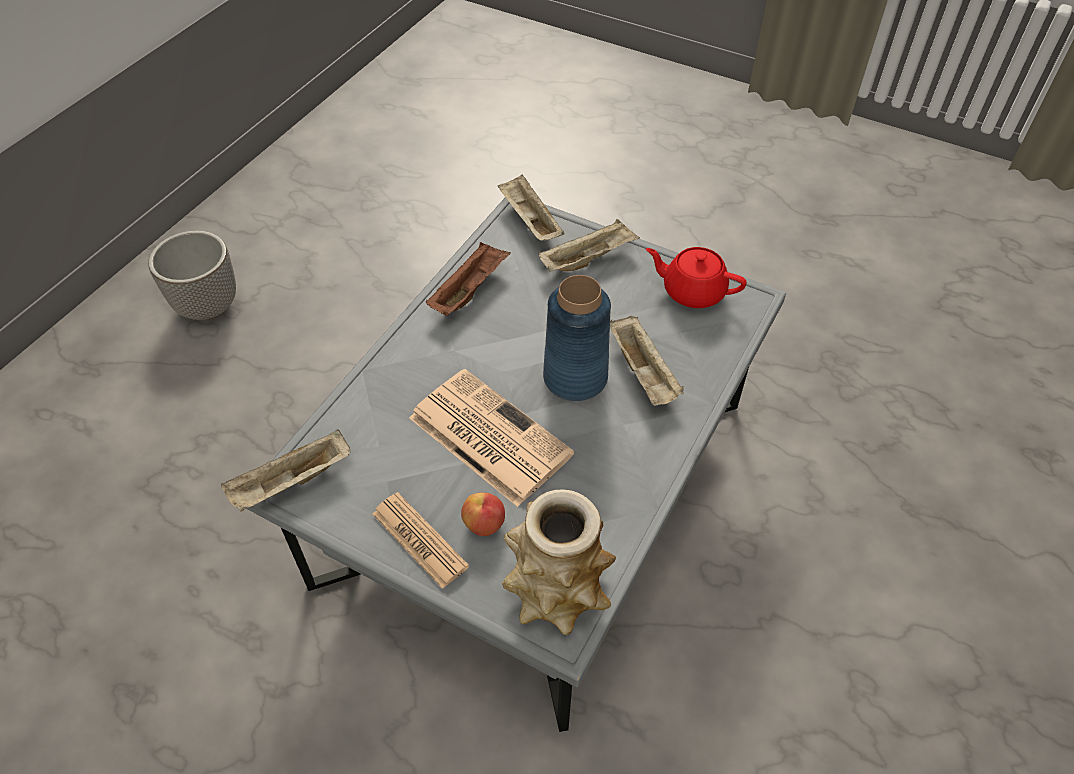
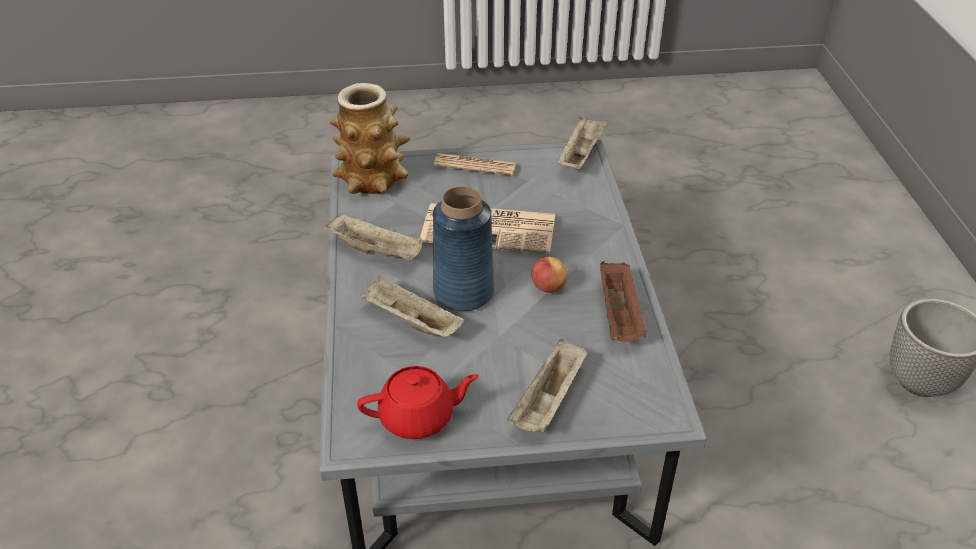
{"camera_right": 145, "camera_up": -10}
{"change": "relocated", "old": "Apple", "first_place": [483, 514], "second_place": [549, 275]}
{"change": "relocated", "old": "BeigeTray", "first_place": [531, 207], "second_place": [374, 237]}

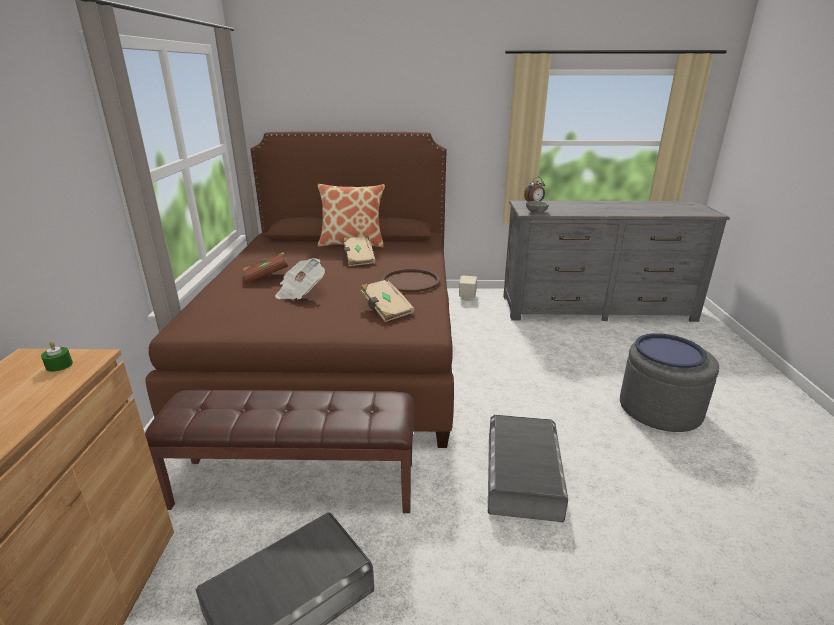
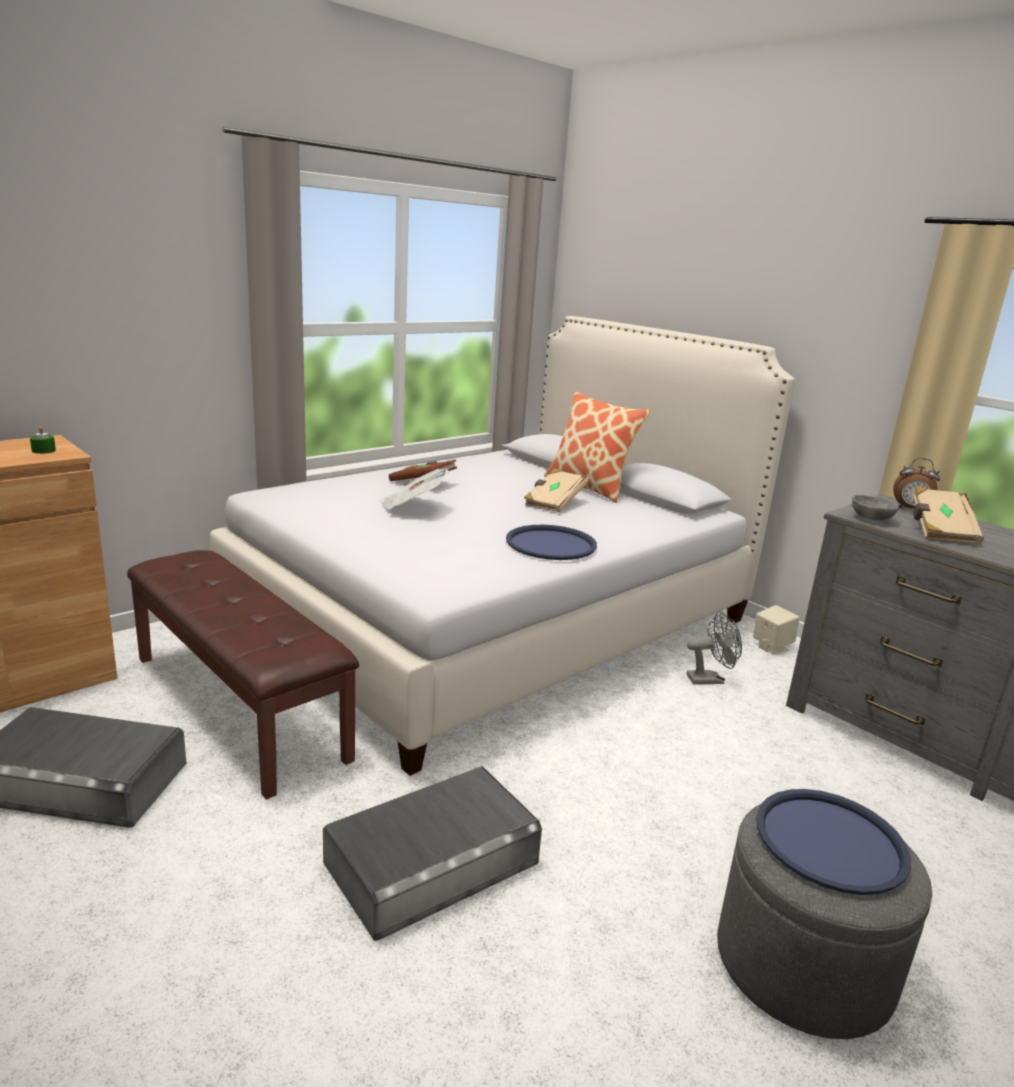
{"camera_right": 45, "camera_up": -5}
{"change": "colour", "old": "BrownBed", "new": "WhiteBed", "first_place": [299, 290], "second_place": [502, 546]}
{"change": "relocated", "old": "BeigeBook", "first_place": [388, 300], "second_place": [948, 515]}
{"change": "colour", "old": "BrownTray", "new": "BlueTray", "first_place": [410, 280], "second_place": [551, 542]}
{"change": "appeared", "new": "GreyFan", "second_place": [714, 647]}

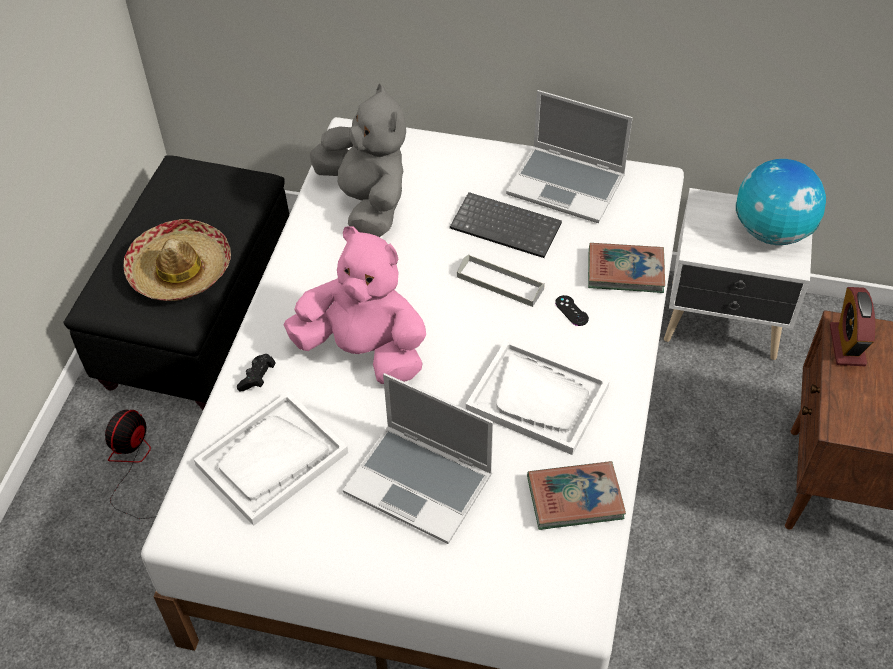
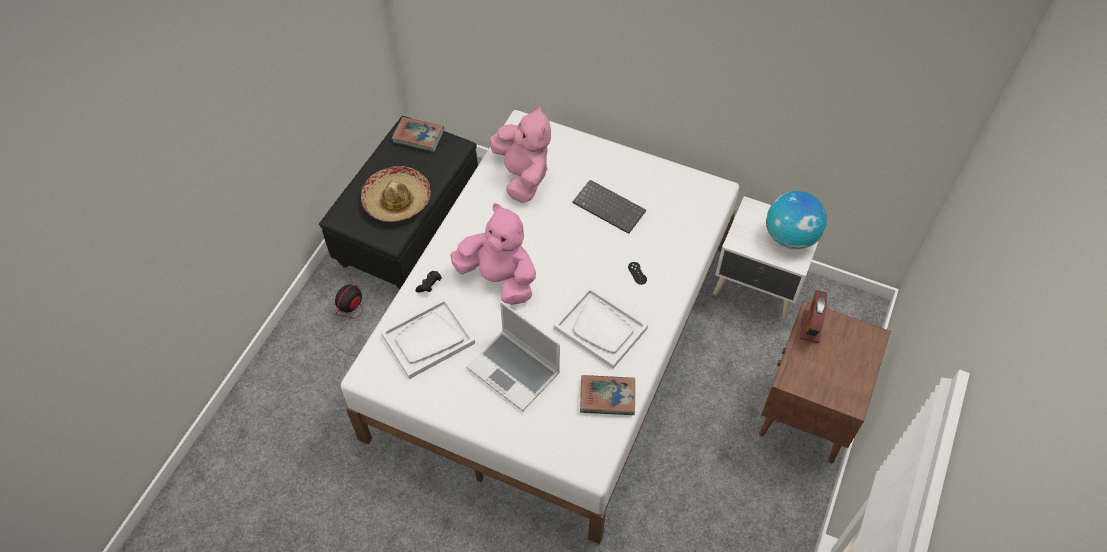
{"camera_right": 10, "camera_up": 5}
{"change": "colour", "old": "GreyPlushToy", "new": "PinkPlushToy", "first_place": [358, 160], "second_place": [520, 154]}
{"change": "missing", "old": "GreyTray", "first_place": [501, 280]}
{"change": "missing", "old": "Laptop", "first_place": [569, 156]}
{"change": "relocated", "old": "Book", "first_place": [626, 268], "second_place": [418, 134]}

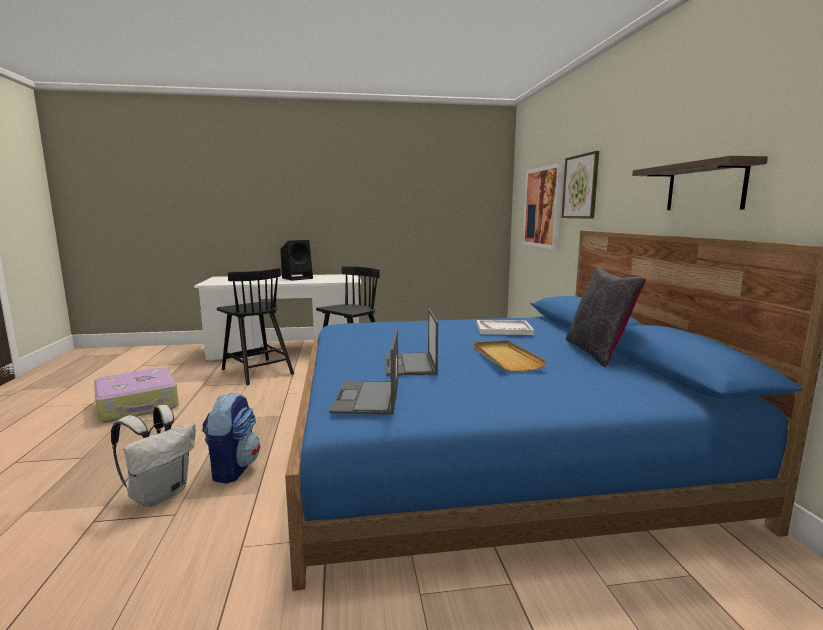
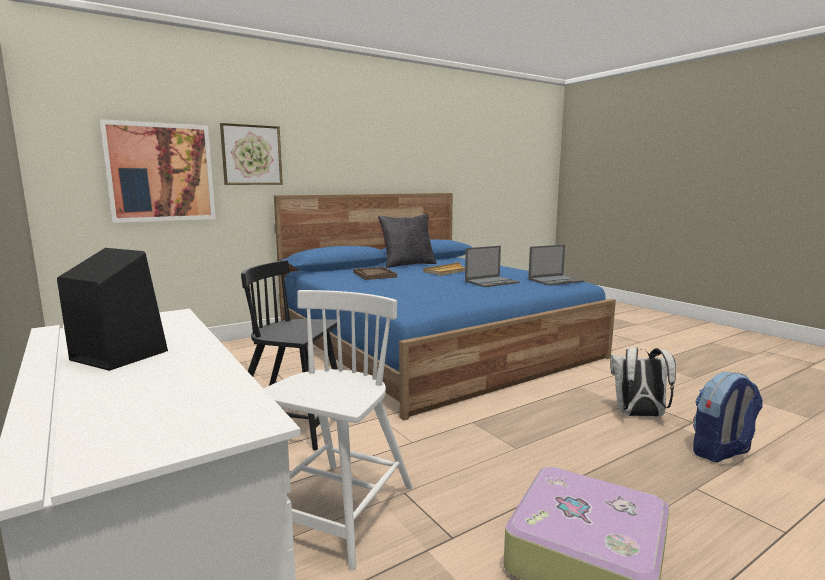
{"camera_right": -115, "camera_up": 0}
{"change": "relocated", "old": "Backpack", "first_place": [231, 438], "second_place": [728, 417]}
{"change": "colour", "old": "BlackChair", "new": "WhiteChair", "first_place": [255, 326], "second_place": [337, 430]}
{"change": "colour", "old": "WhiteTray", "new": "BrownTray", "first_place": [505, 327], "second_place": [375, 273]}
{"change": "missing", "old": "Shelf", "first_place": [700, 183]}

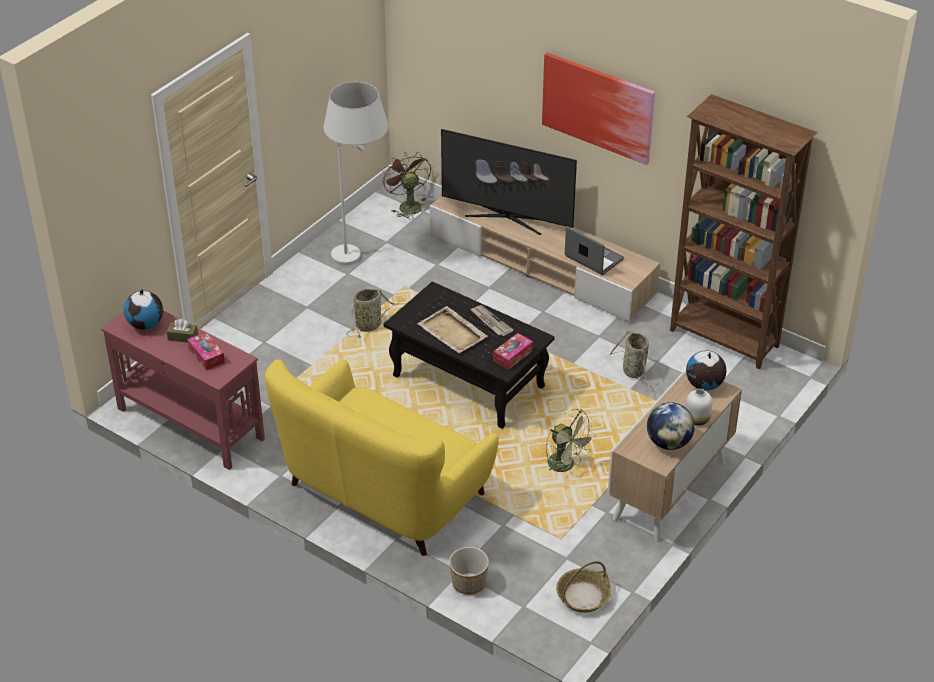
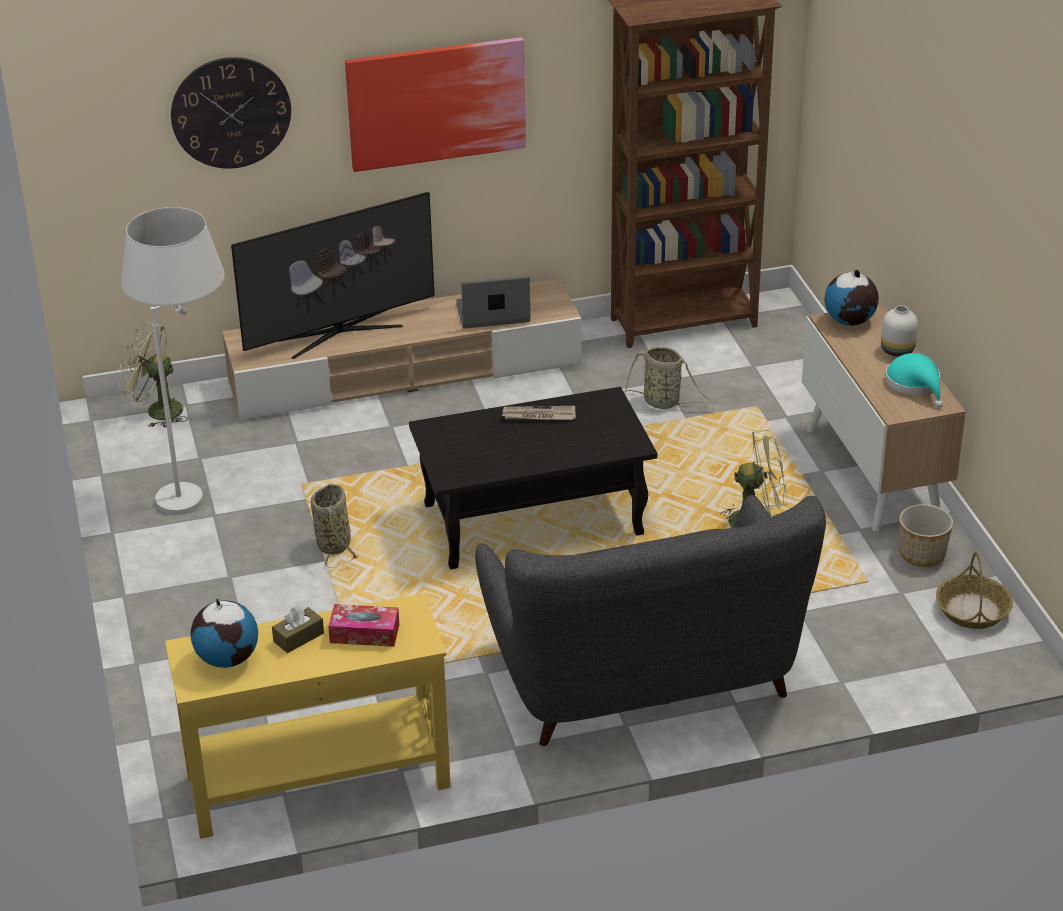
{"camera_right": -50, "camera_up": -5}
{"change": "colour", "old": "RedConsoleTable", "new": "YellowConsoleTable", "first_place": [183, 390], "second_place": [308, 716]}
{"change": "colour", "old": "YellowSofa", "new": "GreySofa", "first_place": [382, 457], "second_place": [650, 620]}
{"change": "colour", "old": "BrownFan", "new": "GreenFan", "first_place": [406, 185], "second_place": [153, 374]}
{"change": "missing", "old": "BeigeTray", "first_place": [452, 329]}
{"change": "relocated", "old": "Planter", "first_place": [469, 571], "second_place": [926, 535]}
{"change": "missing", "old": "TissueBox", "first_place": [513, 351]}
{"change": "exchanged", "old": "Globe", "new": "TurquoiseHat", "first_place": [671, 426], "second_place": [914, 380]}
{"change": "appeared", "new": "WallClock", "second_place": [231, 113]}

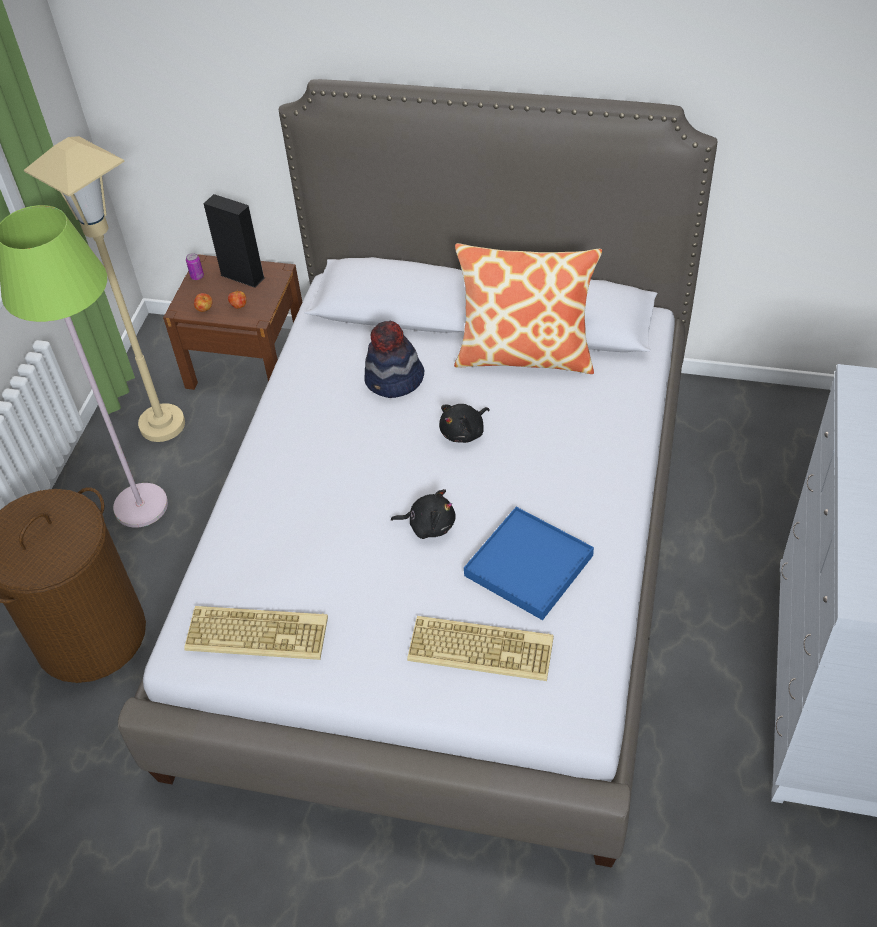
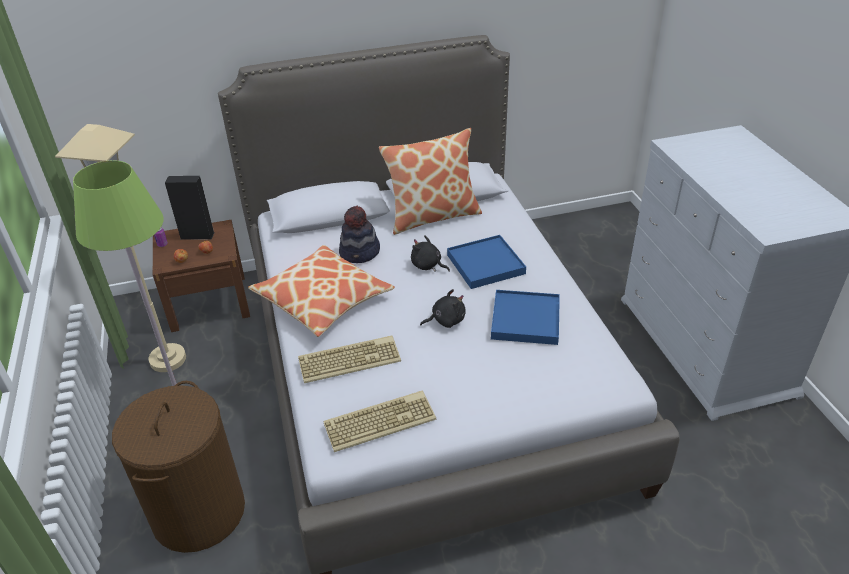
{"camera_right": -30, "camera_up": -10}
{"change": "relocated", "old": "Keyboard", "first_place": [480, 648], "second_place": [349, 359]}
{"change": "spun", "old": "BlackPlushToy", "first_place": [464, 423], "second_place": [430, 253], "degrees": 105}
{"change": "appeared", "new": "Pillow", "second_place": [321, 291]}
{"change": "appeared", "new": "BlueTray", "second_place": [486, 262]}

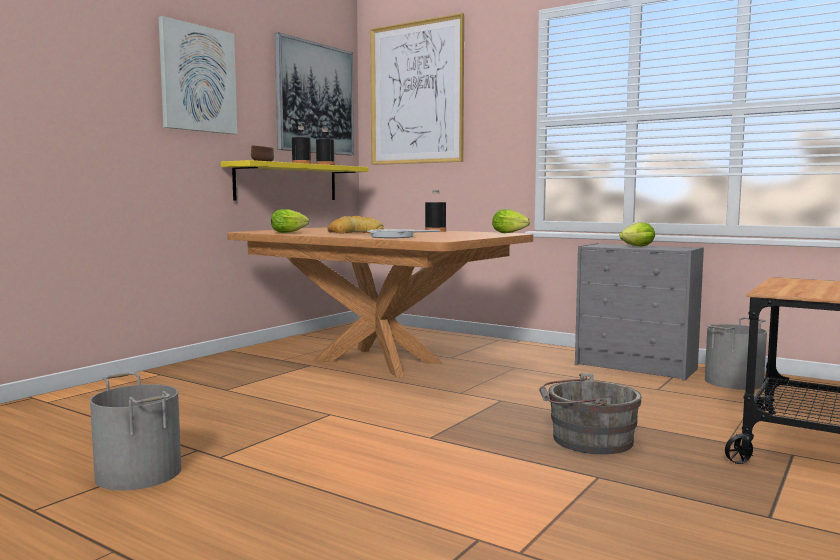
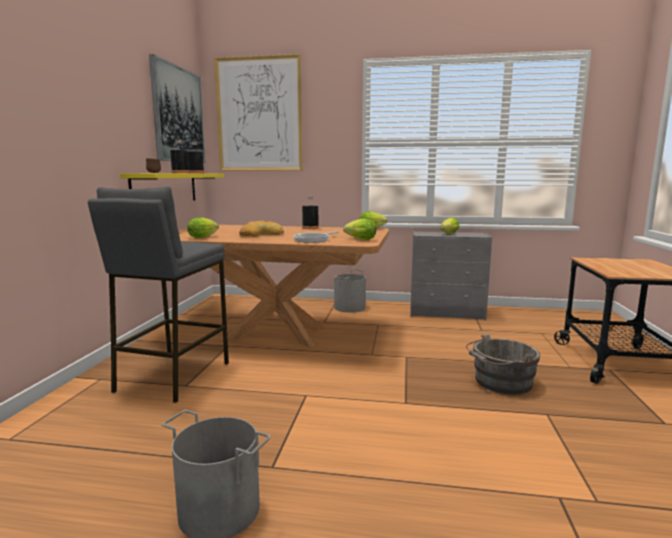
{"camera_right": -25, "camera_up": 5}
{"change": "missing", "old": "Picture", "first_place": [198, 75]}
{"change": "relocated", "old": "GreyBucket", "first_place": [736, 353], "second_place": [350, 290]}
{"change": "appeared", "new": "GreyStool", "second_place": [158, 294]}
{"change": "appeared", "new": "Lettuce", "second_place": [359, 229]}

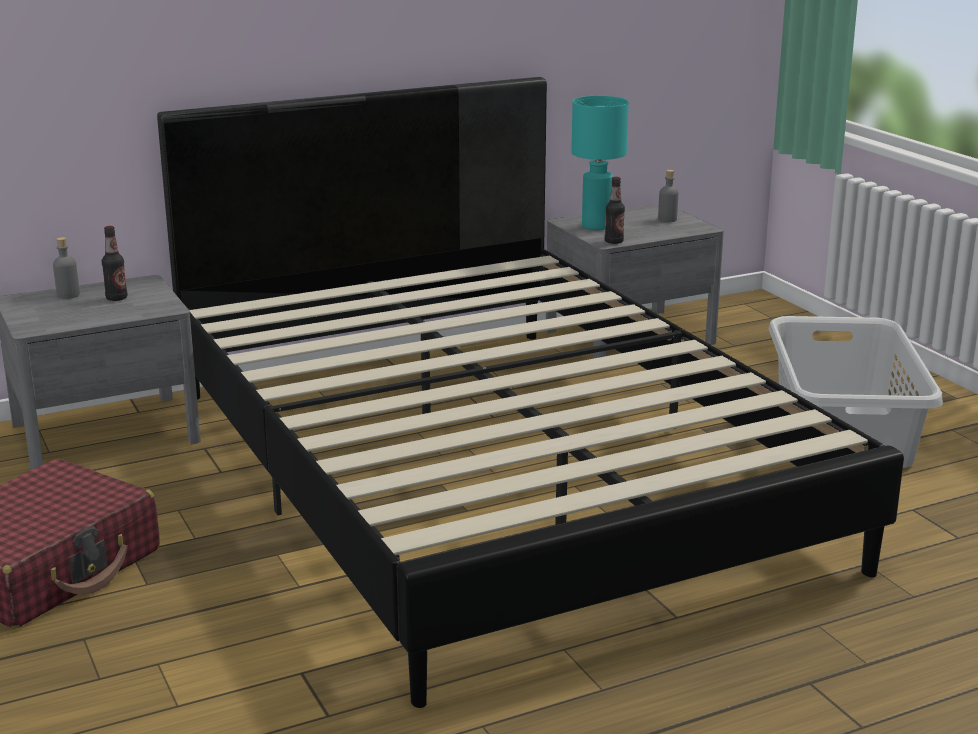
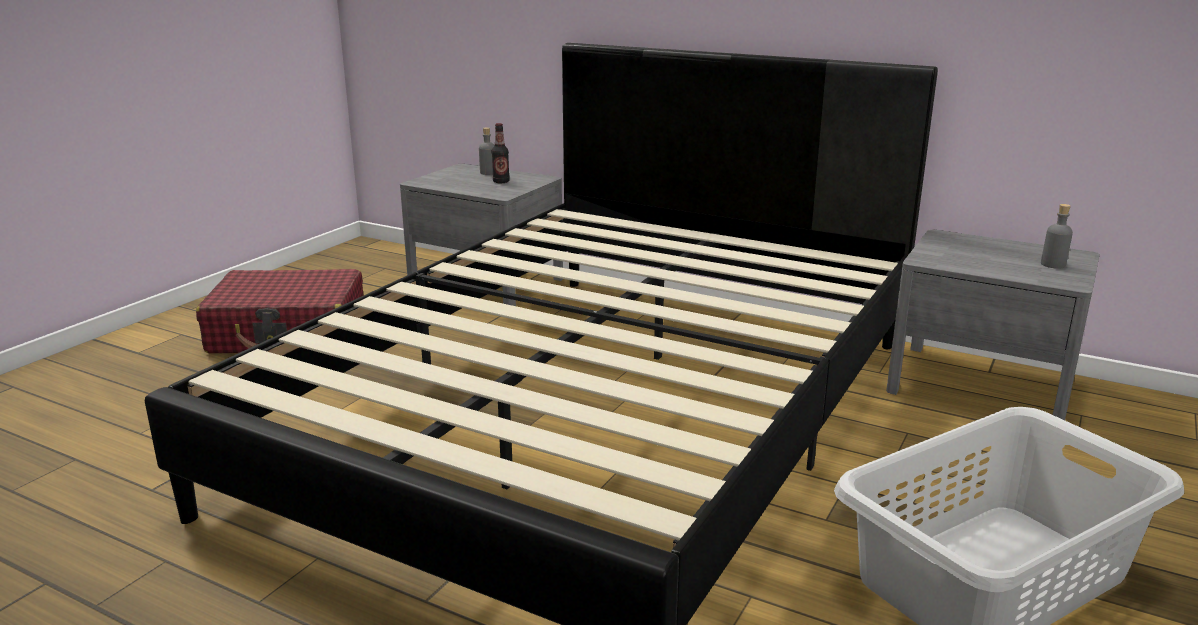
{"camera_right": 55, "camera_up": 0}
{"change": "missing", "old": "TurquoiseTableLamp", "first_place": [600, 163]}
{"change": "missing", "old": "Bottle", "first_place": [615, 210]}

